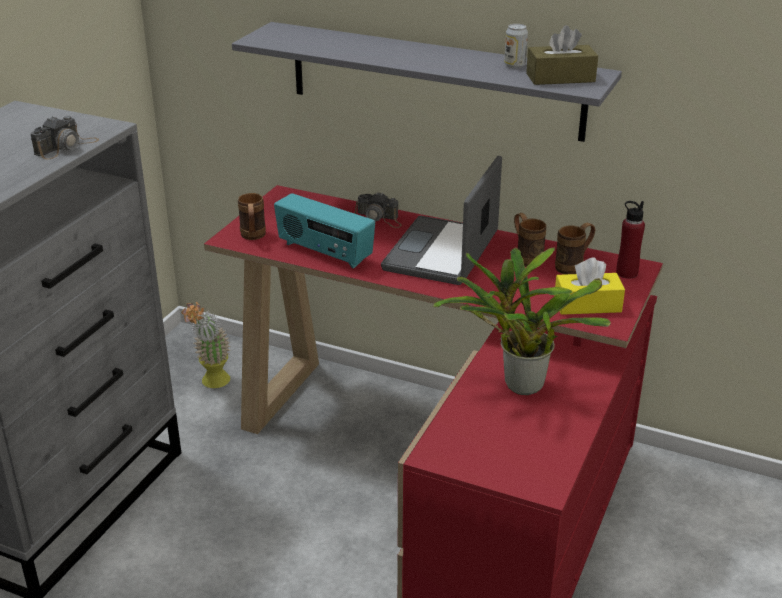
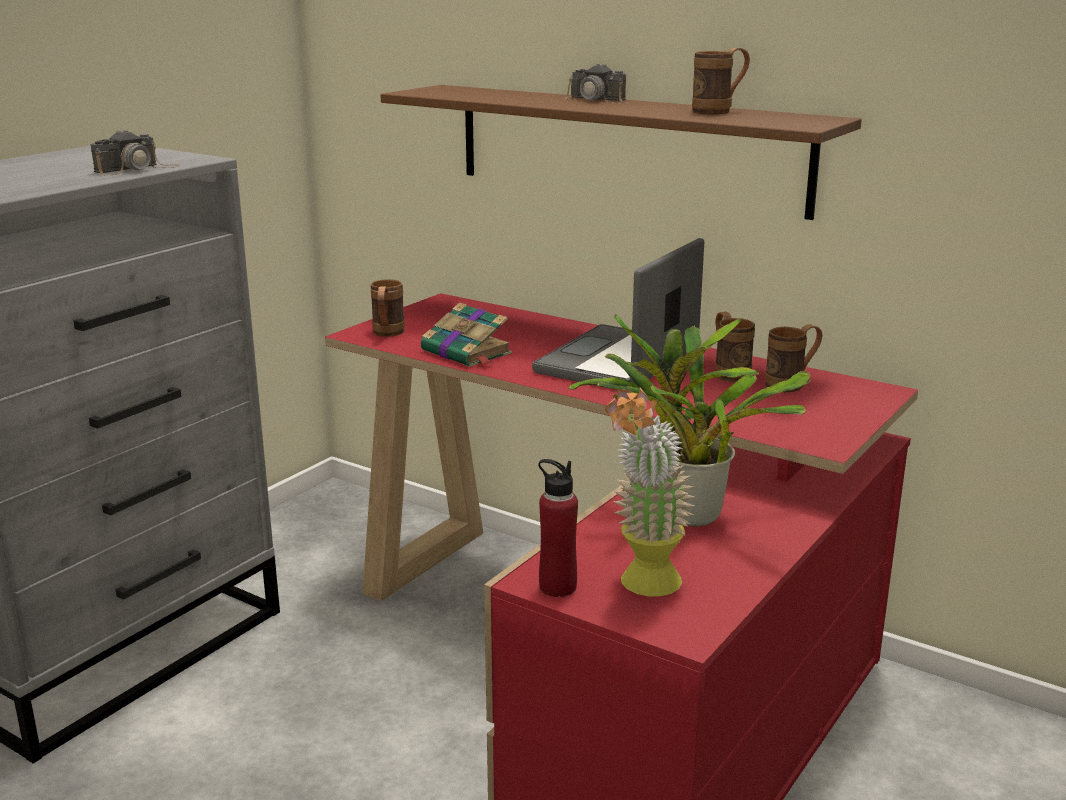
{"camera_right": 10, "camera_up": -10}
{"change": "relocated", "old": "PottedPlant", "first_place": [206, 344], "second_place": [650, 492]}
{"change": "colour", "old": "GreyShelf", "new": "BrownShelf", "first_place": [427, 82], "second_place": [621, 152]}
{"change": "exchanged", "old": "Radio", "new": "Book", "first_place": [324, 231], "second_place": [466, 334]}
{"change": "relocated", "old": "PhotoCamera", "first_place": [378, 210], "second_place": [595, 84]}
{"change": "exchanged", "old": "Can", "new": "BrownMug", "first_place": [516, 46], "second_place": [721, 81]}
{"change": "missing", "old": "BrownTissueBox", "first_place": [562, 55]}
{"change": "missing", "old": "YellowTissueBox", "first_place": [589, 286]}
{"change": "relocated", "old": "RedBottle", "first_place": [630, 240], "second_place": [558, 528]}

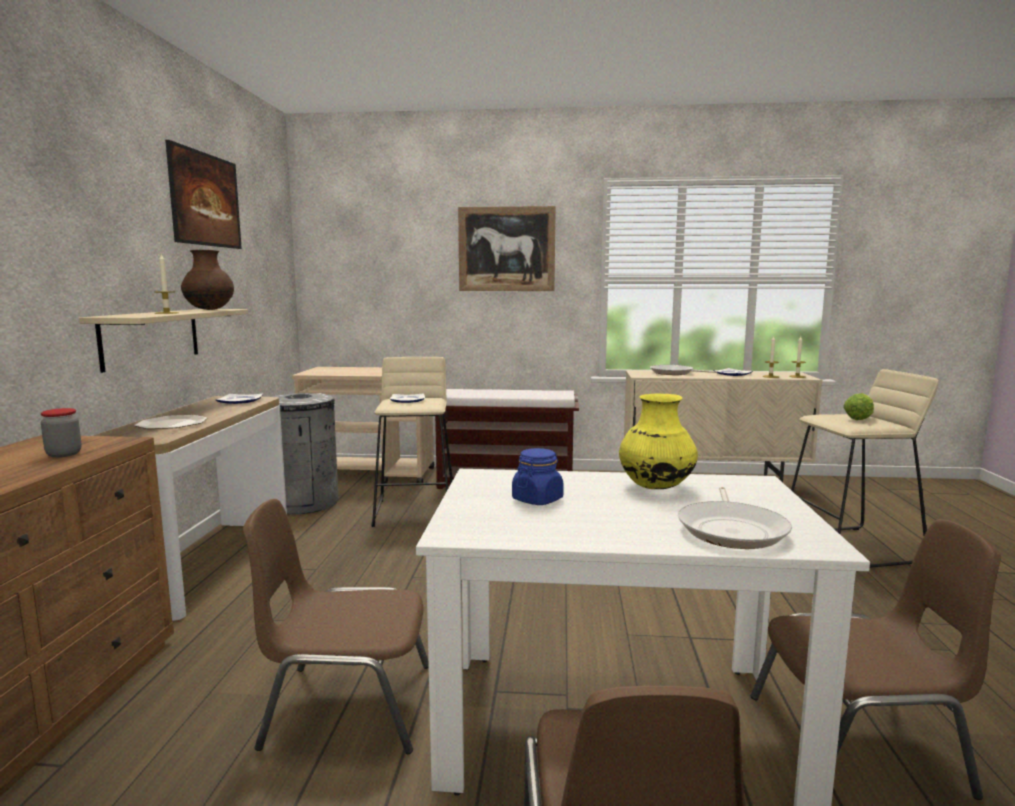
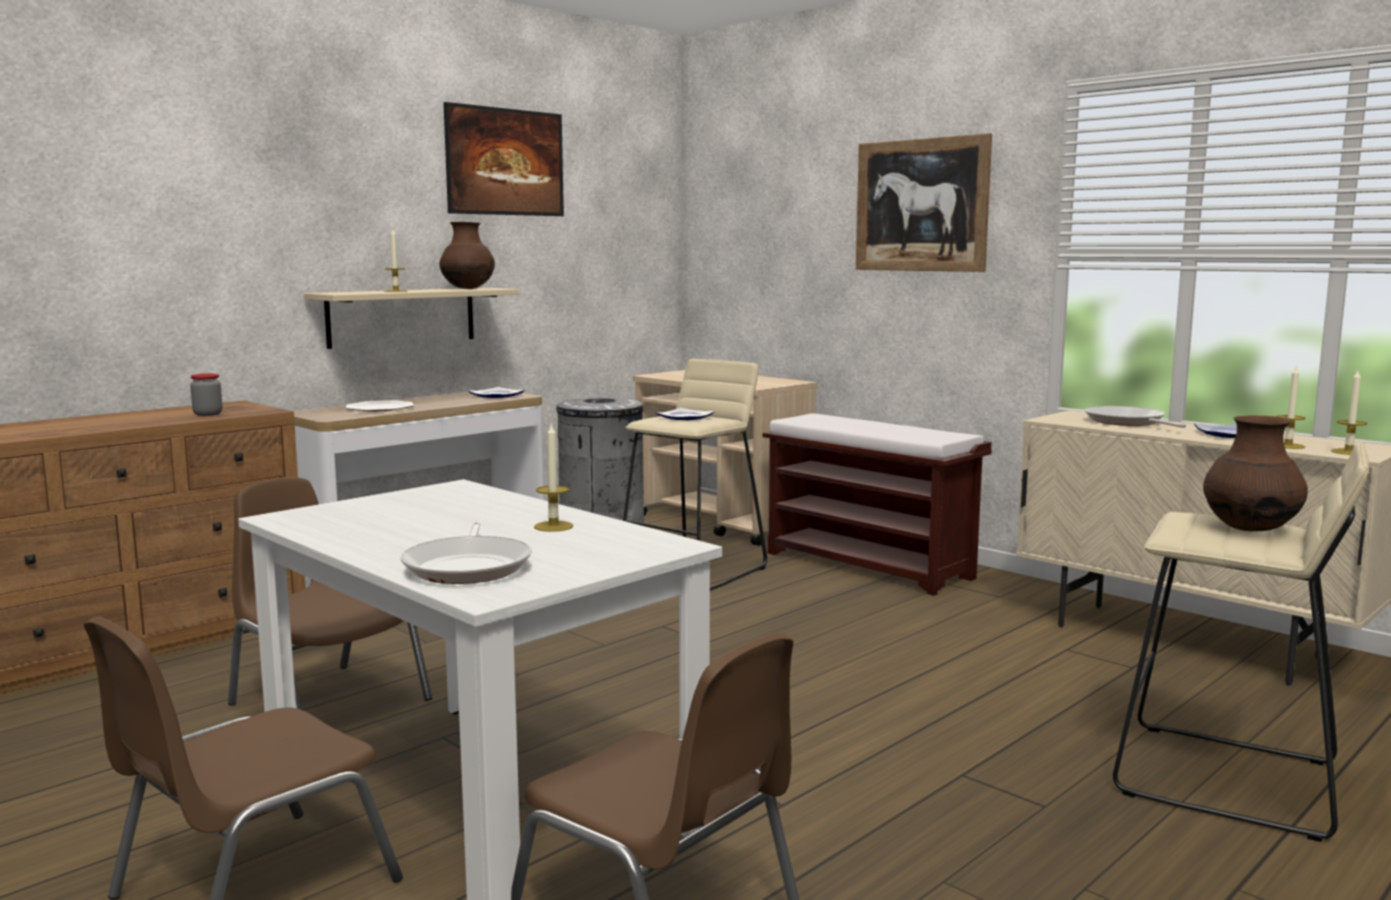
{"camera_right": 40, "camera_up": 0}
{"change": "missing", "old": "BlueJar", "first_place": [538, 476]}
{"change": "exchanged", "old": "YellowVase", "new": "Candle", "first_place": [658, 441], "second_place": [553, 478]}
{"change": "spun", "old": "FryingPan", "first_place": [735, 518], "second_place": [466, 553], "degrees": -60}
{"change": "exchanged", "old": "Lettuce", "new": "BrownVase", "first_place": [858, 406], "second_place": [1255, 473]}

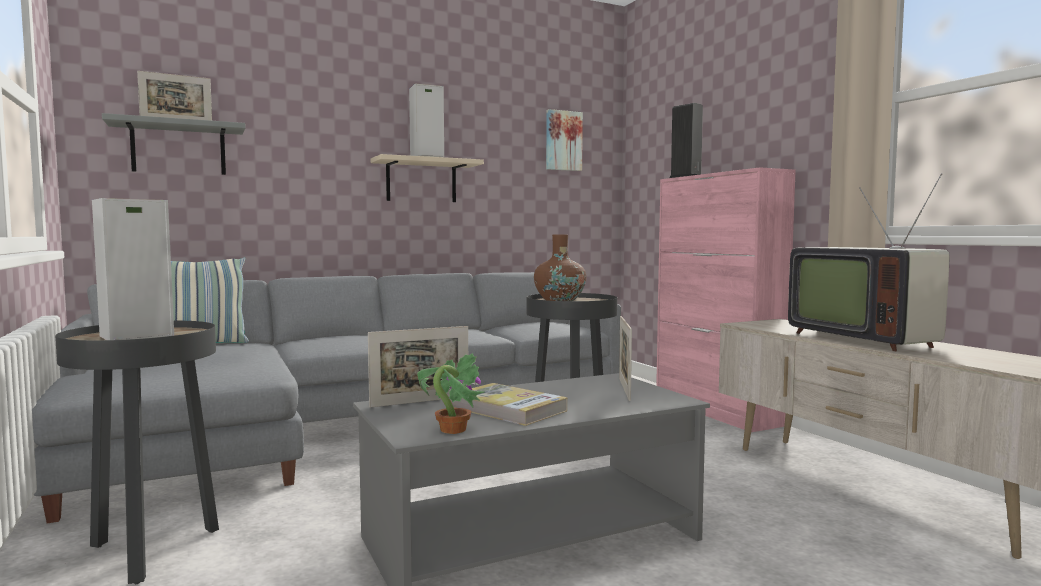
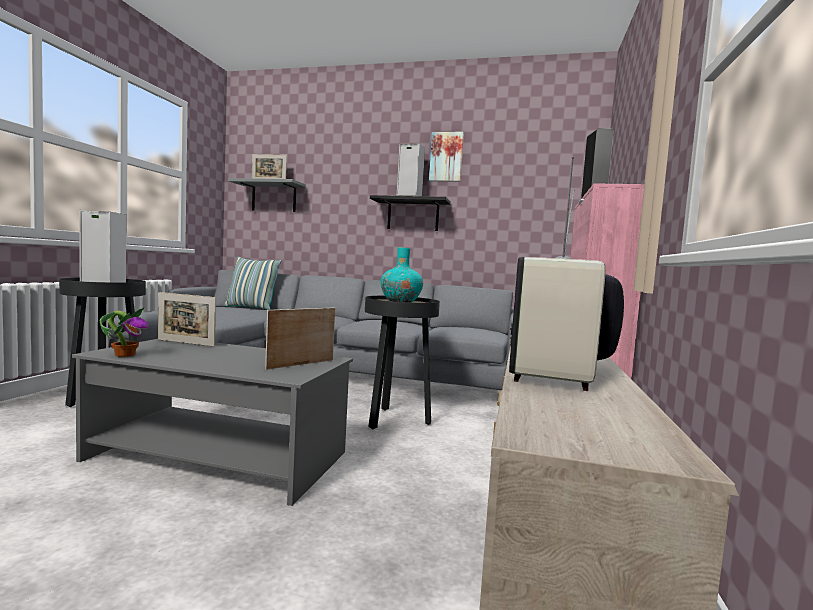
{"camera_right": 40, "camera_up": 0}
{"change": "colour", "old": "BeigeShelf", "new": "BlackShelf", "first_place": [427, 178], "second_place": [410, 213]}
{"change": "missing", "old": "Book", "first_place": [508, 404]}
{"change": "colour", "old": "BrownVase", "new": "TurquoiseVase", "first_place": [560, 267], "second_place": [402, 275]}
{"change": "relocated", "old": "Picture", "first_place": [564, 140], "second_place": [446, 157]}

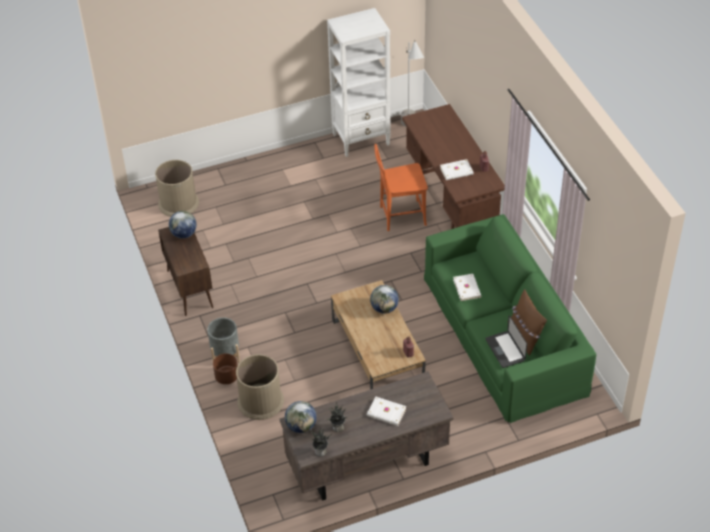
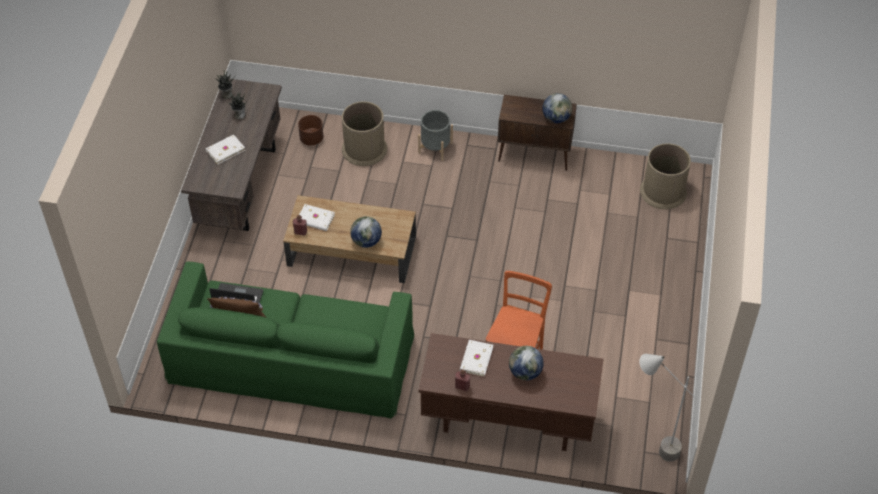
{"camera_right": 120, "camera_up": 5}
{"change": "relocated", "old": "BrownPlanter", "first_place": [225, 368], "second_place": [310, 130]}
{"change": "relocated", "old": "Globe", "first_place": [301, 417], "second_place": [526, 363]}
{"change": "missing", "old": "WhiteBookcase", "first_place": [359, 82]}
{"change": "relocated", "old": "WhiteBook", "first_place": [467, 287], "second_place": [317, 217]}

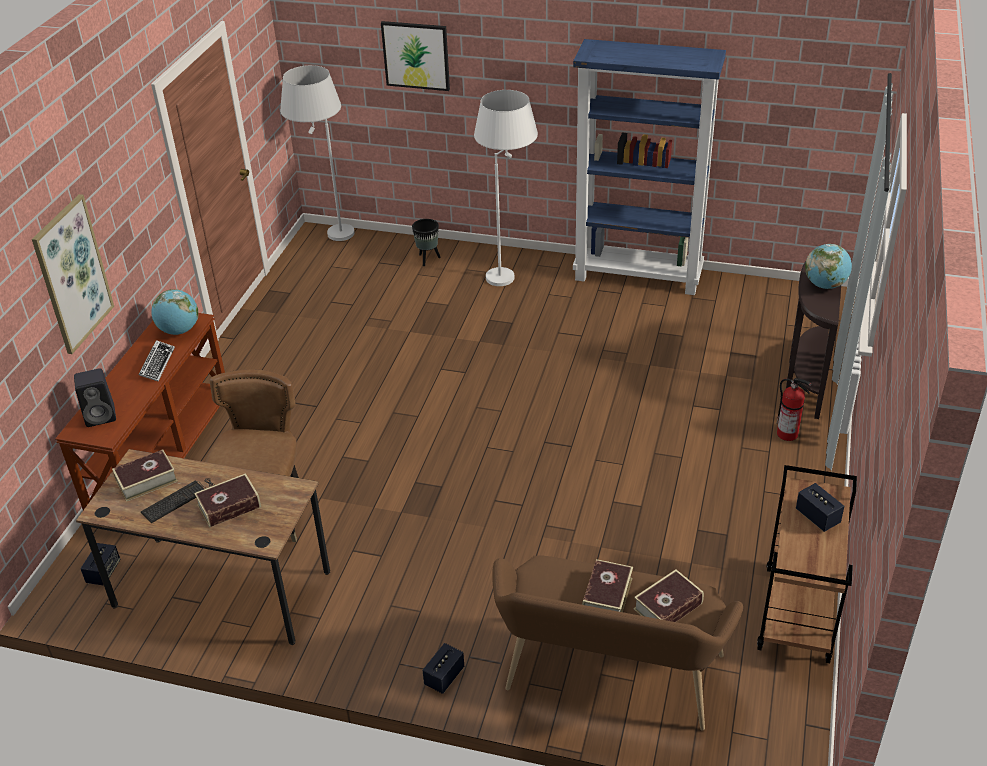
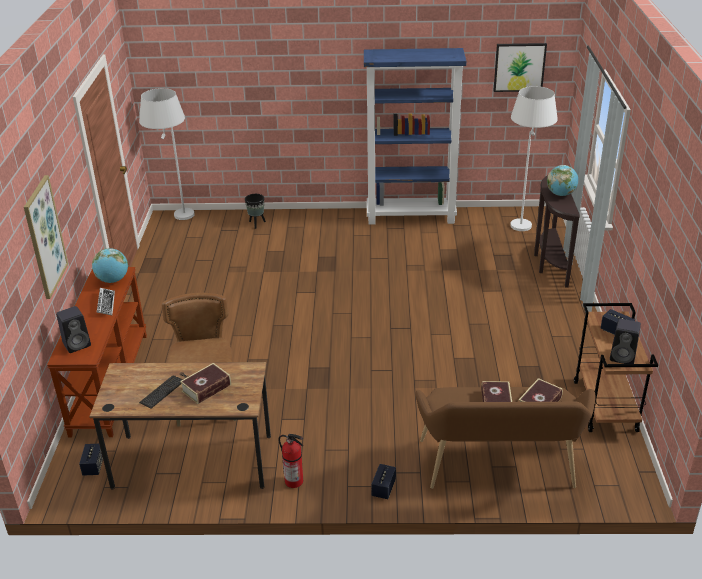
{"camera_right": -15, "camera_up": -5}
{"change": "missing", "old": "Book", "first_place": [145, 476]}
{"change": "relocated", "old": "Picture", "first_place": [415, 56], "second_place": [520, 67]}
{"change": "relocated", "old": "WhiteFloorLamp", "first_place": [506, 188], "second_place": [534, 158]}
{"change": "relocated", "old": "FireExtinguisher", "first_place": [794, 409], "second_place": [290, 461]}
{"change": "appeared", "new": "BlackSpeaker", "second_place": [625, 341]}

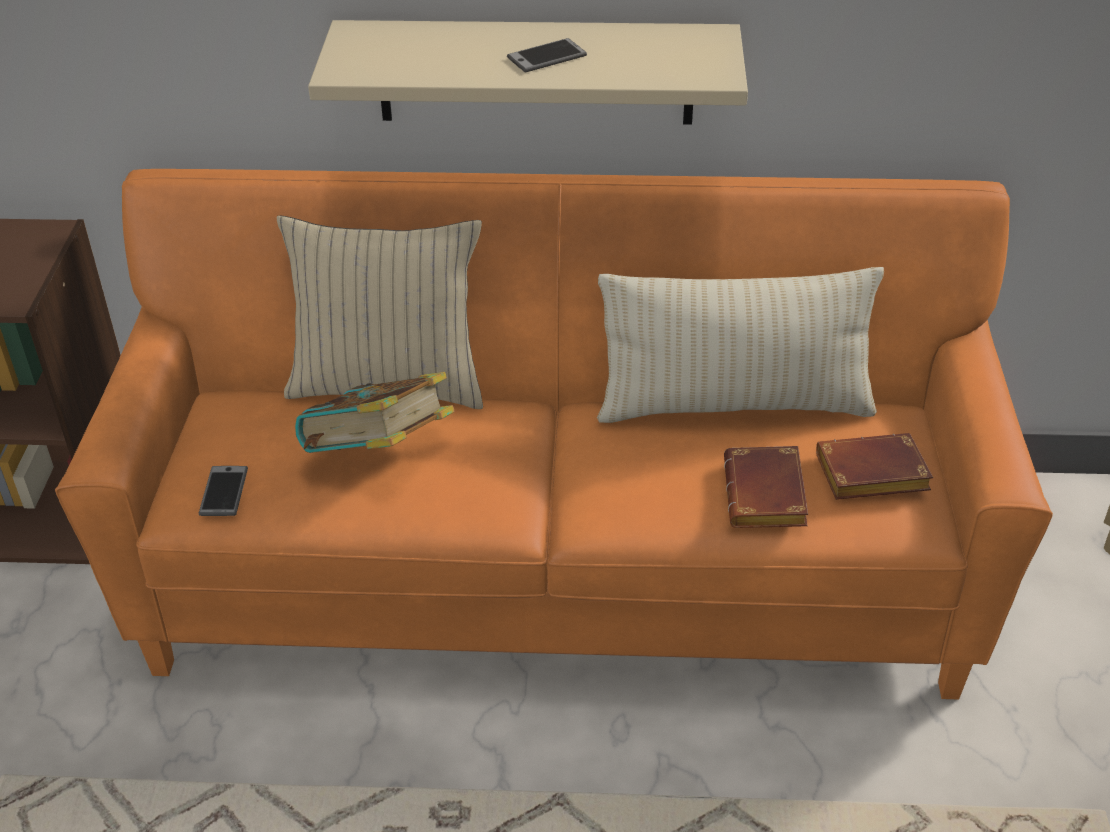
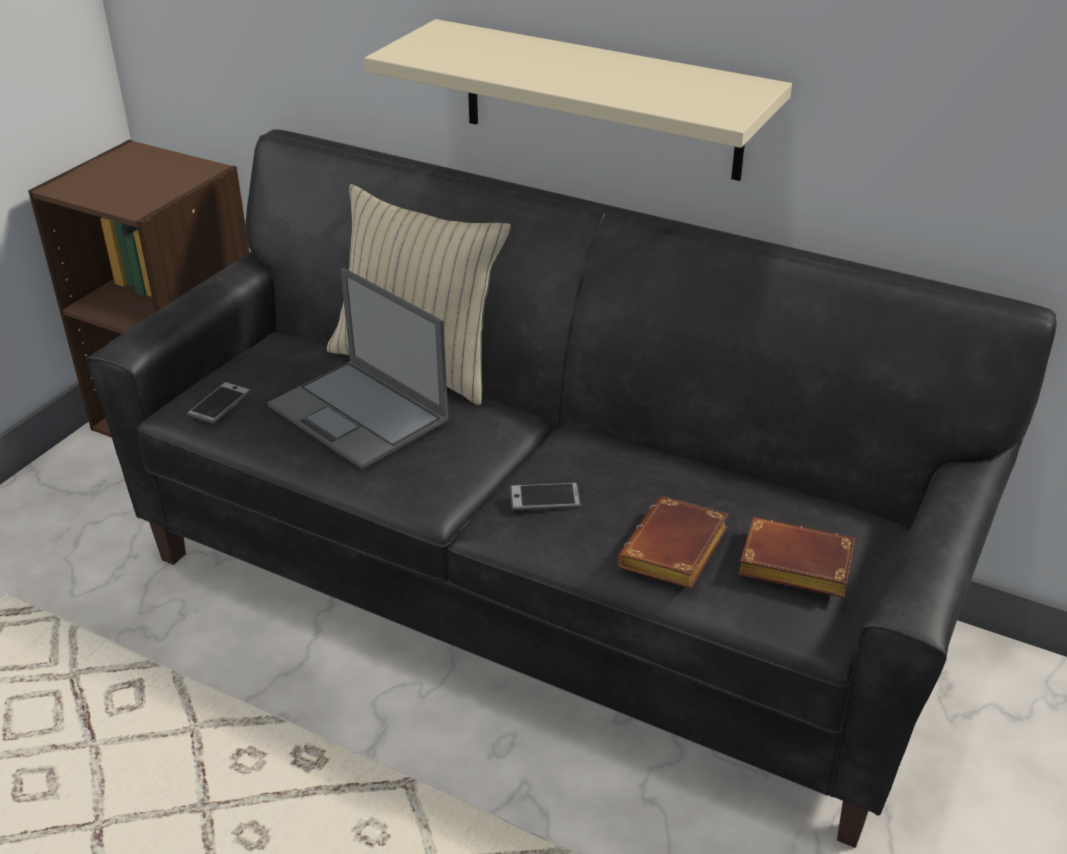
{"camera_right": 25, "camera_up": -5}
{"change": "colour", "old": "OrangeSofa", "new": "BlackSofa", "first_place": [554, 434], "second_place": [571, 488]}
{"change": "exchanged", "old": "Book", "new": "Laptop", "first_place": [375, 412], "second_place": [357, 368]}
{"change": "relocated", "old": "Phone", "first_place": [547, 55], "second_place": [545, 497]}
{"change": "missing", "old": "BeigePillow", "first_place": [740, 345]}

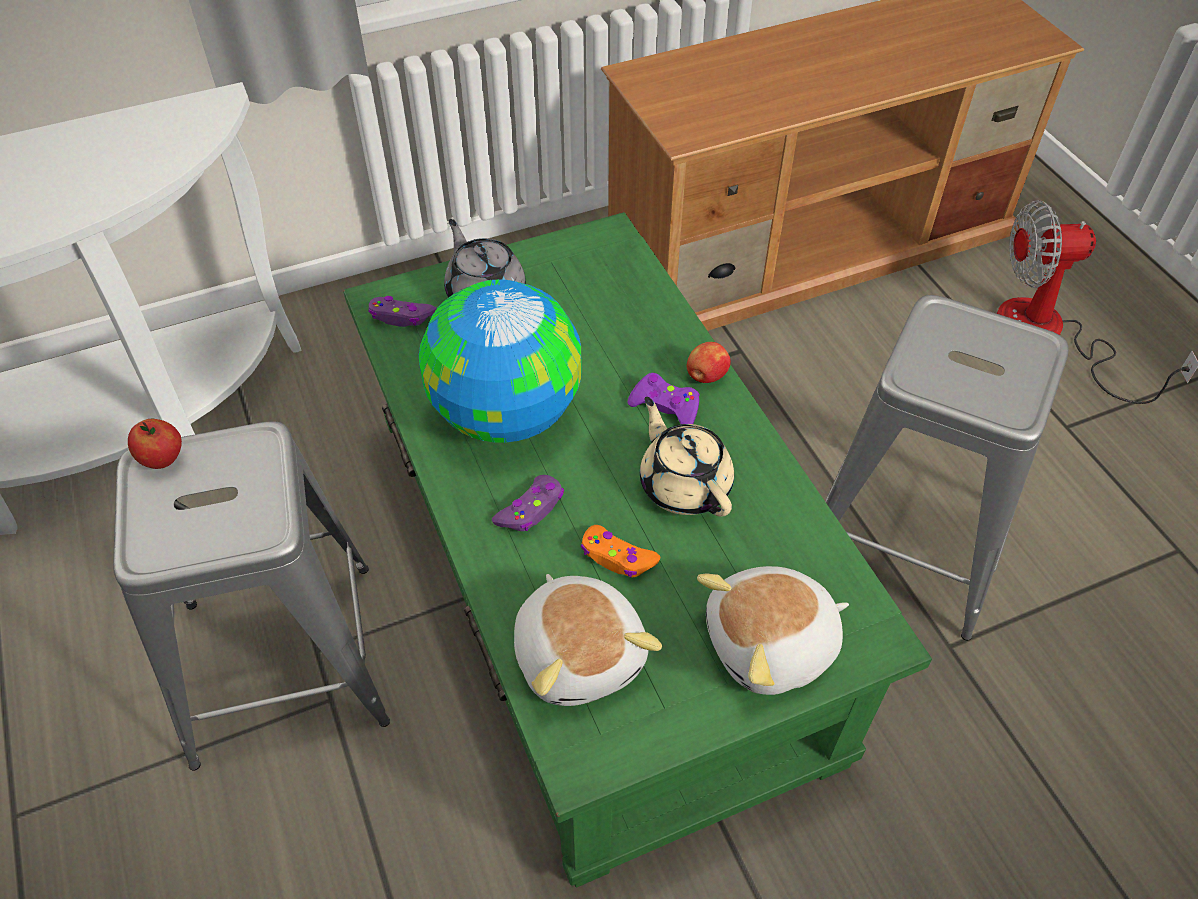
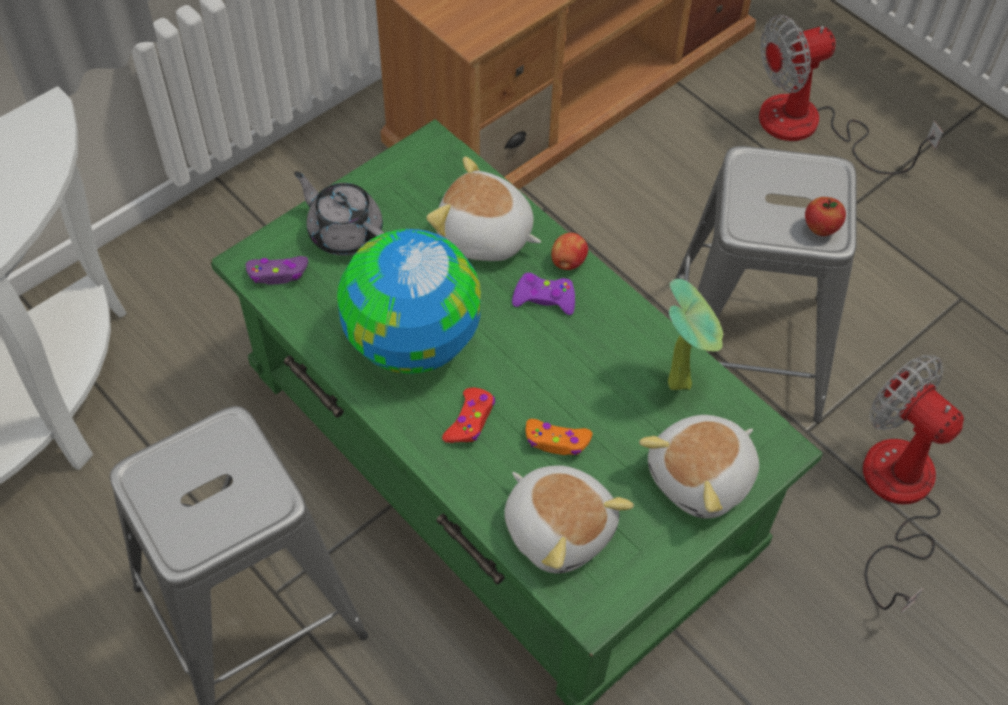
{"camera_right": -20, "camera_up": 5}
{"change": "relocated", "old": "Apple", "first_place": [155, 444], "second_place": [825, 216]}
{"change": "colour", "old": "PurpleGameController", "new": "RedGameController", "first_place": [528, 503], "second_place": [468, 415]}
{"change": "missing", "old": "BeigeTeapot", "first_place": [687, 457]}
{"change": "appeared", "new": "PlushToy", "second_place": [484, 209]}
{"change": "appeared", "new": "PottedPlant", "second_place": [695, 334]}
{"change": "appeared", "new": "Fan", "second_place": [913, 484]}

